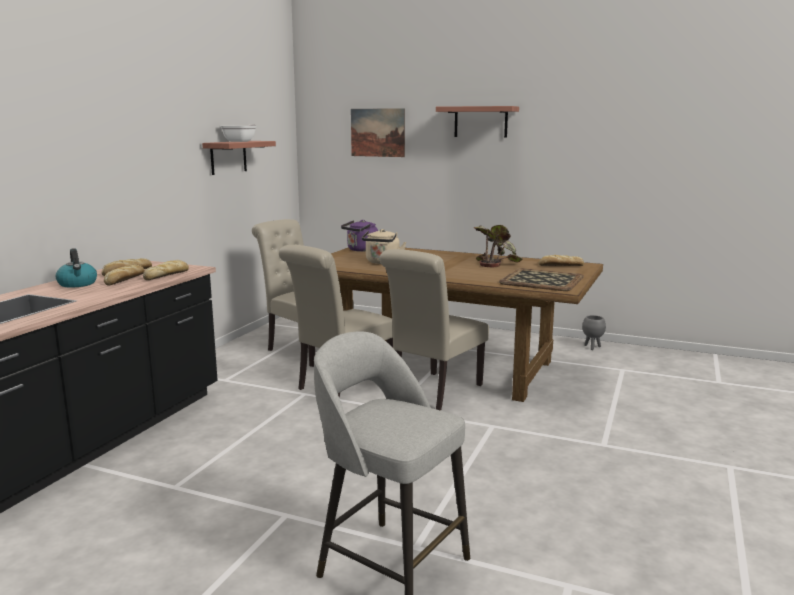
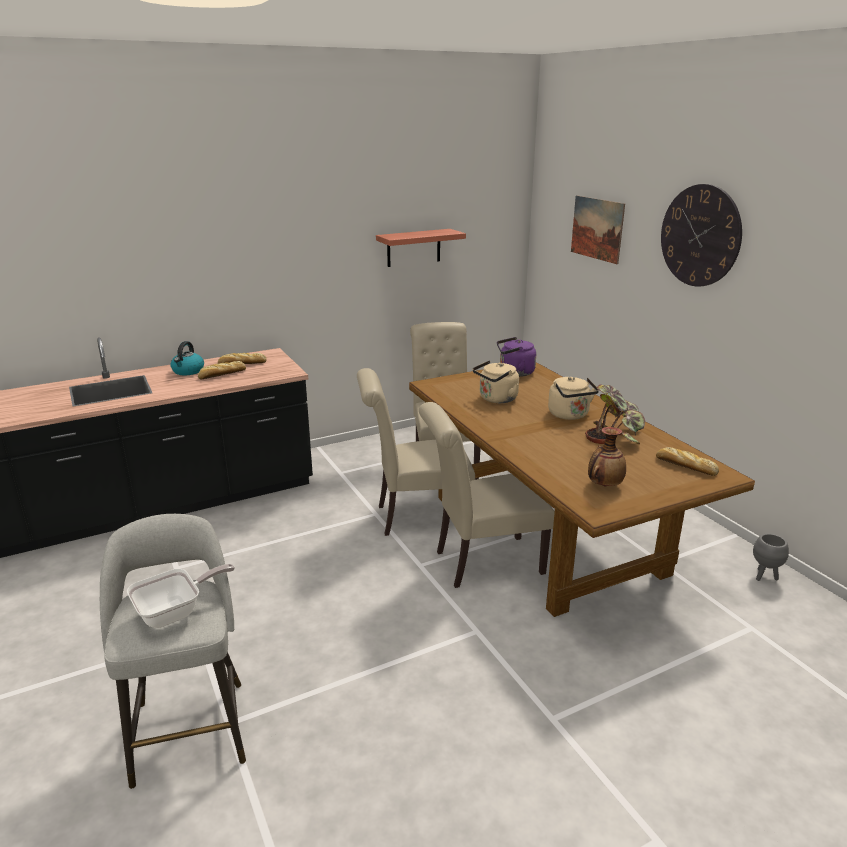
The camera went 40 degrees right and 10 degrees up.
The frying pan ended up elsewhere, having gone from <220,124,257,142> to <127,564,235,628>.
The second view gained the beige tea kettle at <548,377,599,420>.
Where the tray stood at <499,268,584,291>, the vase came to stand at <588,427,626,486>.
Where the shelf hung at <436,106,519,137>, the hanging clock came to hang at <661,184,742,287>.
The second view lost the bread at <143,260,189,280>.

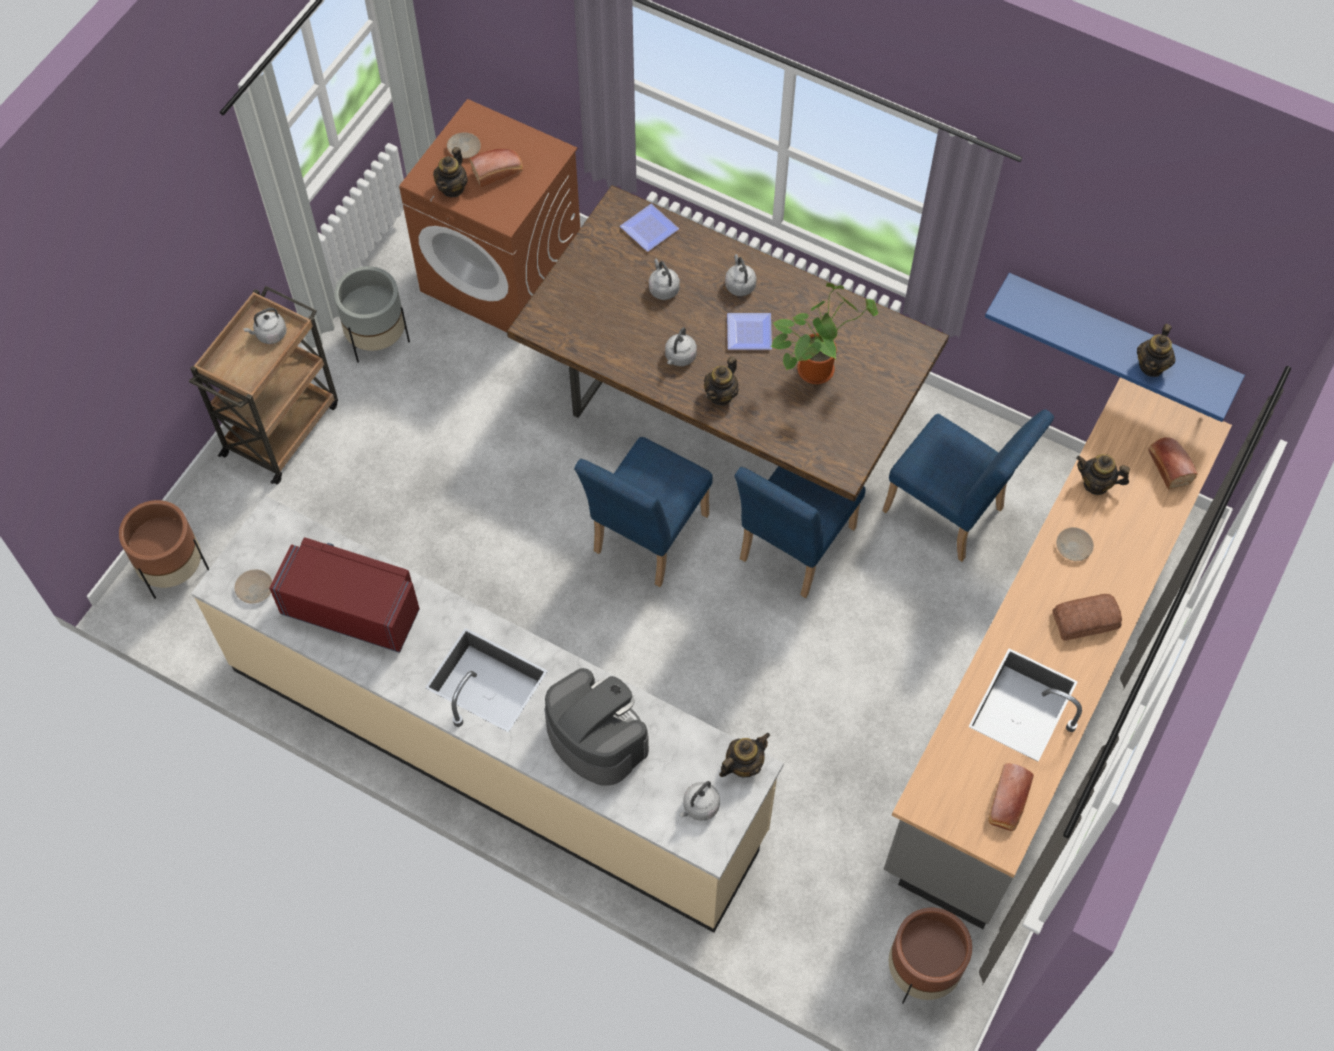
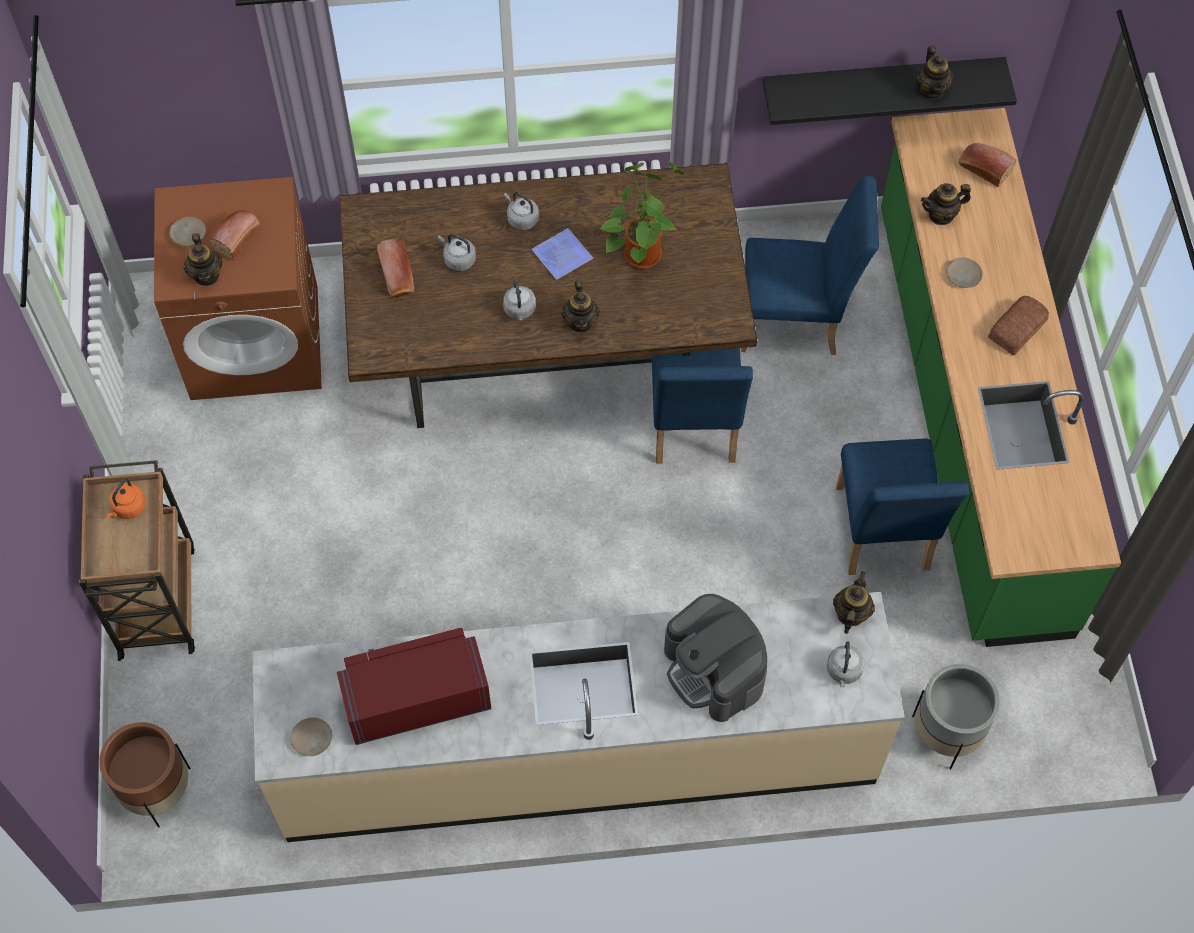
The camera went 35 degrees left and 0 degrees up.
What was the greyish tea kettle at <243,308,287,344> turned into the orange-coloured tea kettle at <106,479,146,519>.
The bread ended up elsewhere, having gone from <988,763,1034,831> to <377,239,414,298>.
The coffee brewer at <545,668,649,786> ended up facing another way, 135 degrees counterclockwise from before.
What was the blue-coloured shelf at <985,273,1245,422> turned into the black shelf at <763,57,1017,125>.
The blue-coloured upright chair ended up elsewhere, having gone from <574,437,713,587> to <836,438,969,575>.
What was the greyish kitchen counter at <884,377,1232,929> turned into the greenish kitchen counter at <881,108,1121,647>.
The greyish planter ended up elsewhere, having gone from <334,266,410,363> to <912,664,1000,769>.
The second view lost the dinner plate at <620,204,679,252>.
The second view lost the brown-coloured planter at <888,908,972,1004>.

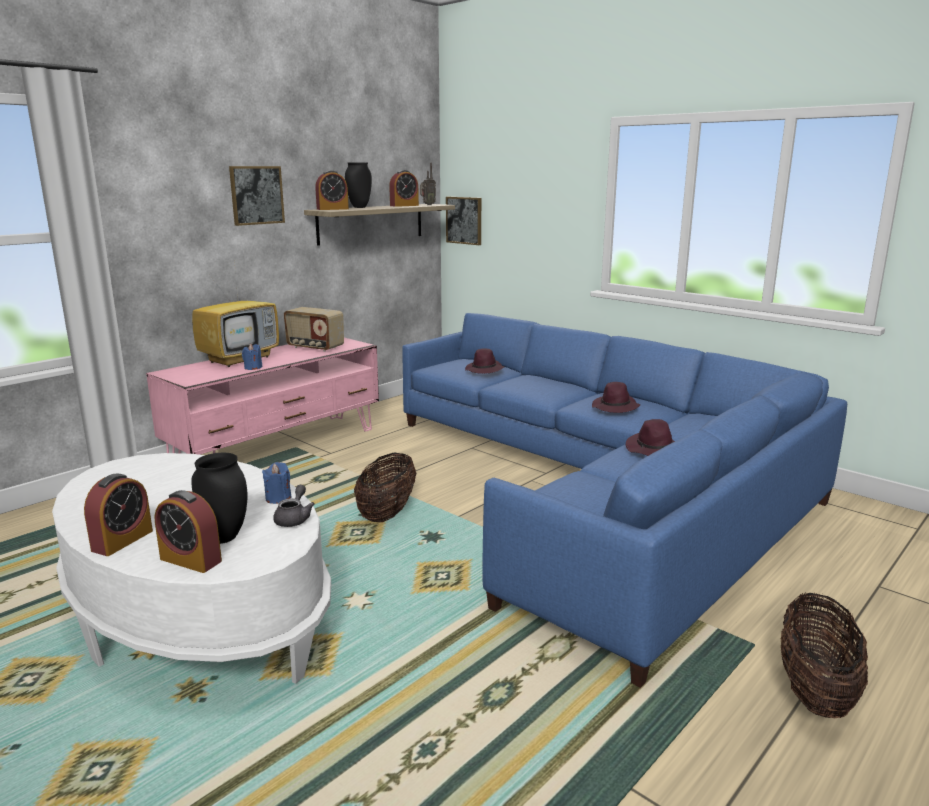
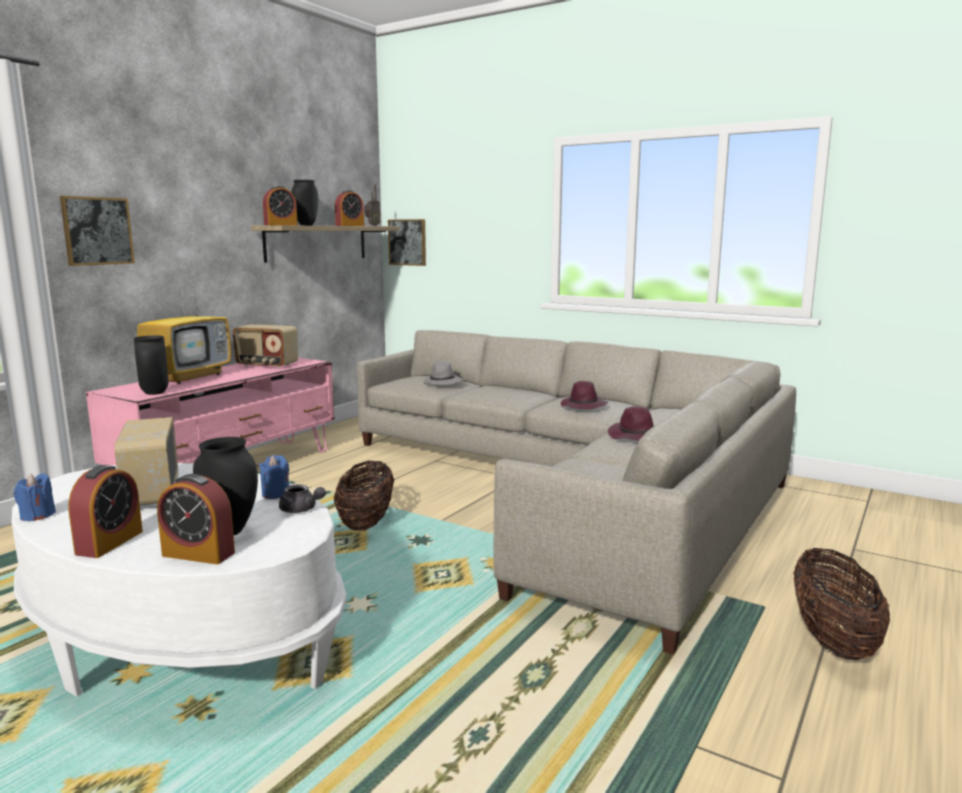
The camera went 10 degrees left and 5 degrees down.
The blue-coloured wax light ended up elsewhere, having gone from <242,344,262,370> to <14,473,56,521>.
The picture ended up elsewhere, having gone from <229,166,285,226> to <60,196,135,266>.
The second view gained the radio at <115,417,178,505>.
The second view gained the black vase at <134,336,169,395>.
The greyish pot for tea at <273,485,315,527> ended up facing another way, 120 degrees clockwise from before.
What was the blue-coloured couch at <402,313,847,688> turned into the greyish couch at <357,330,796,655>.
What was the purple-coloured wearable hat at <465,348,504,374> turned into the greyish wearable hat at <423,361,463,385>.

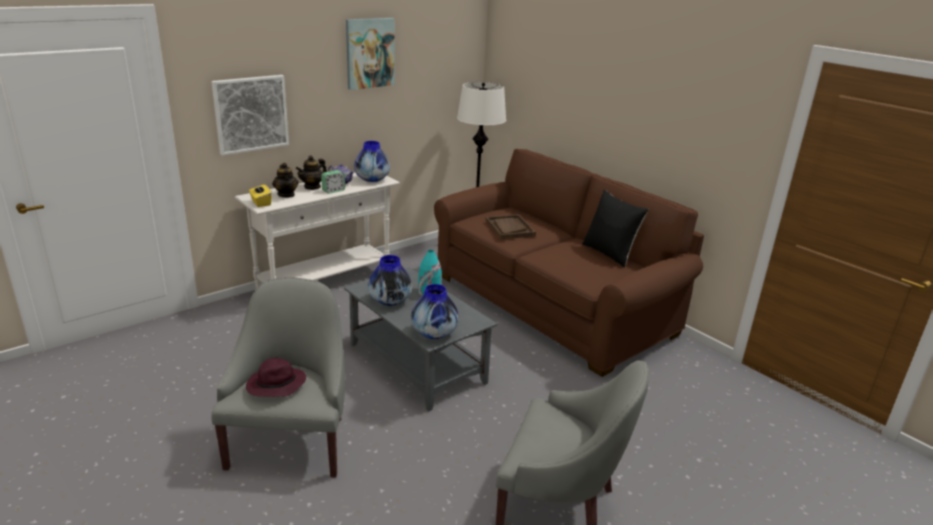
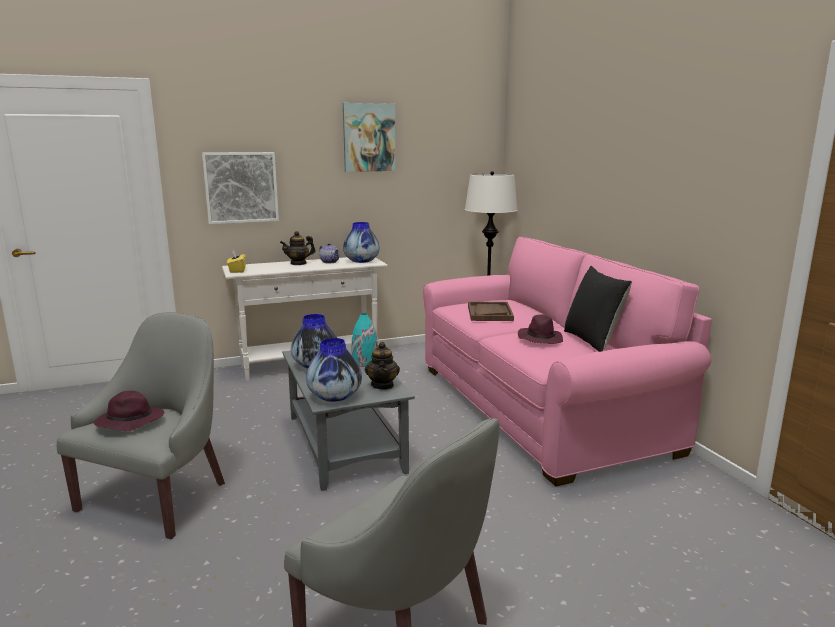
The camera went 20 degrees right and 10 degrees down.
The pot for tea ended up elsewhere, having gone from <272,163,299,198> to <365,342,400,390>.
What was the brown-coloured couch at <434,149,704,377> turned into the pink-coloured couch at <423,237,712,486>.
The second view gained the purple-coloured wearable hat at <518,314,563,344>.
The second view lost the alarm clock at <321,170,345,194>.

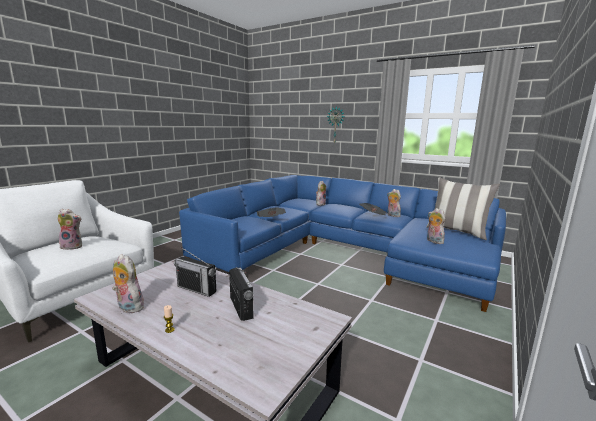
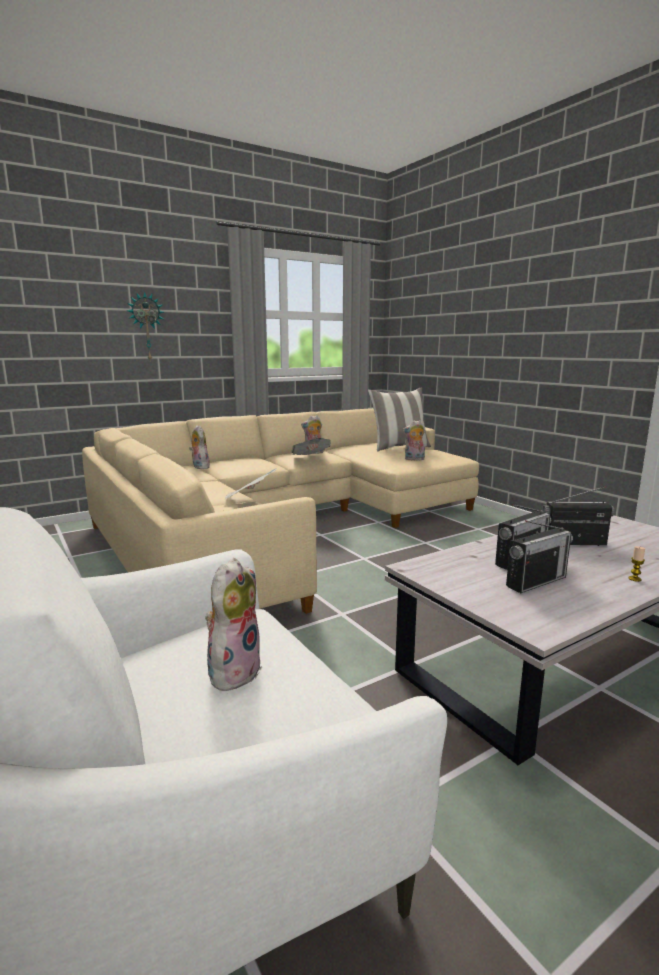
The camera went 65 degrees left and 0 degrees up.
What was the blue-coloured couch at <179,175,506,312> turned into the beige couch at <82,408,479,614>.
The second view gained the radio at <506,520,573,593>.
The second view lost the plush toy at <112,254,146,313>.

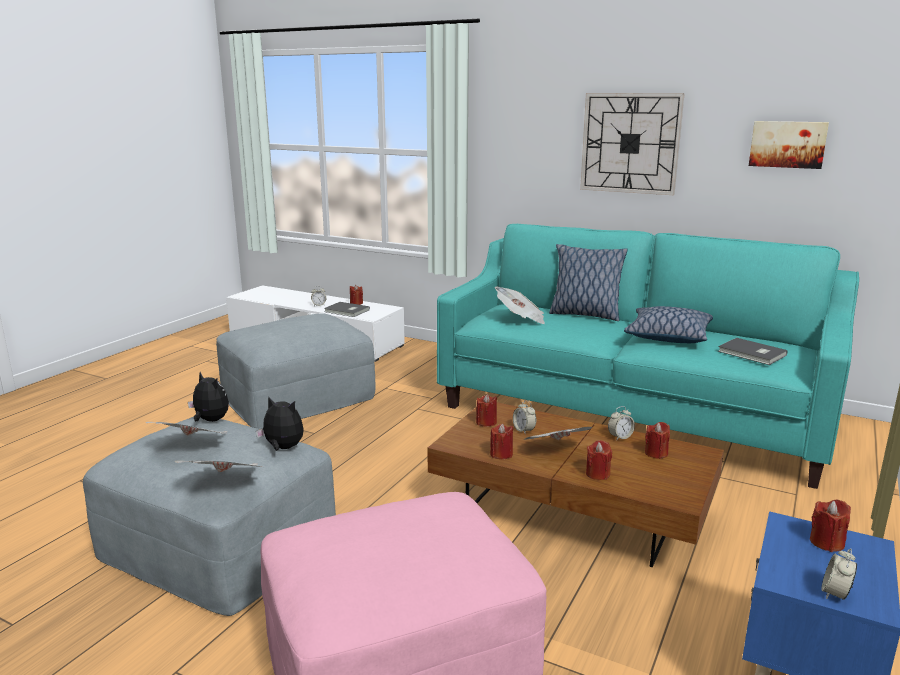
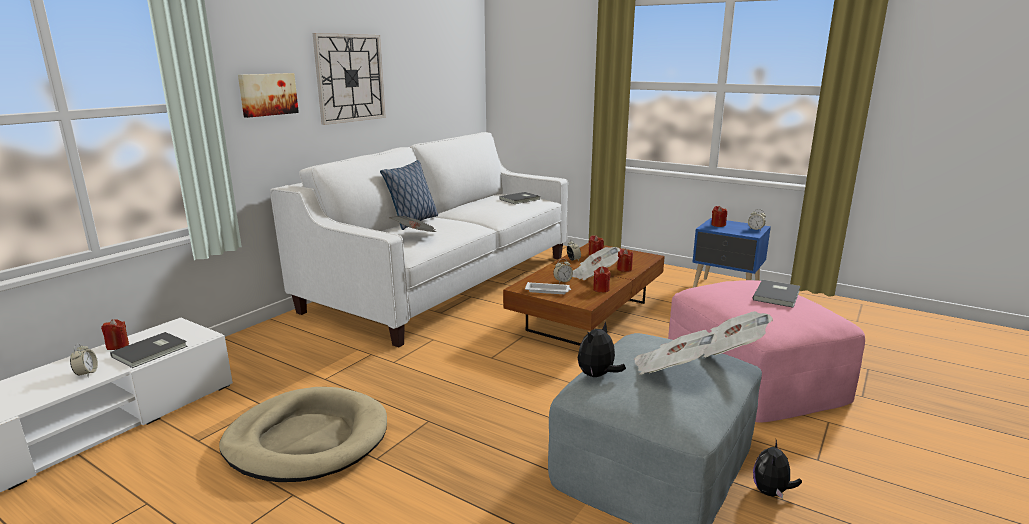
The camera went 85 degrees left and 0 degrees up.
Where the greyish pouffe stood at <216,314,376,429>, the beige pet bed came to stand at <219,387,387,482>.
The picture ended up elsewhere, having gone from <749,121,829,169> to <238,73,299,118>.
What was the turquoise couch at <437,224,859,489> turned into the white couch at <270,132,568,347>.
Where the red wax light stood at <476,394,497,427>, the white tray came to stand at <525,282,571,294>.
The second view gained the greyish volume at <753,280,800,308>.
The plush toy ended up elsewhere, having gone from <256,396,304,451> to <753,440,802,499>.
The second view lost the pillow at <624,306,713,343>.

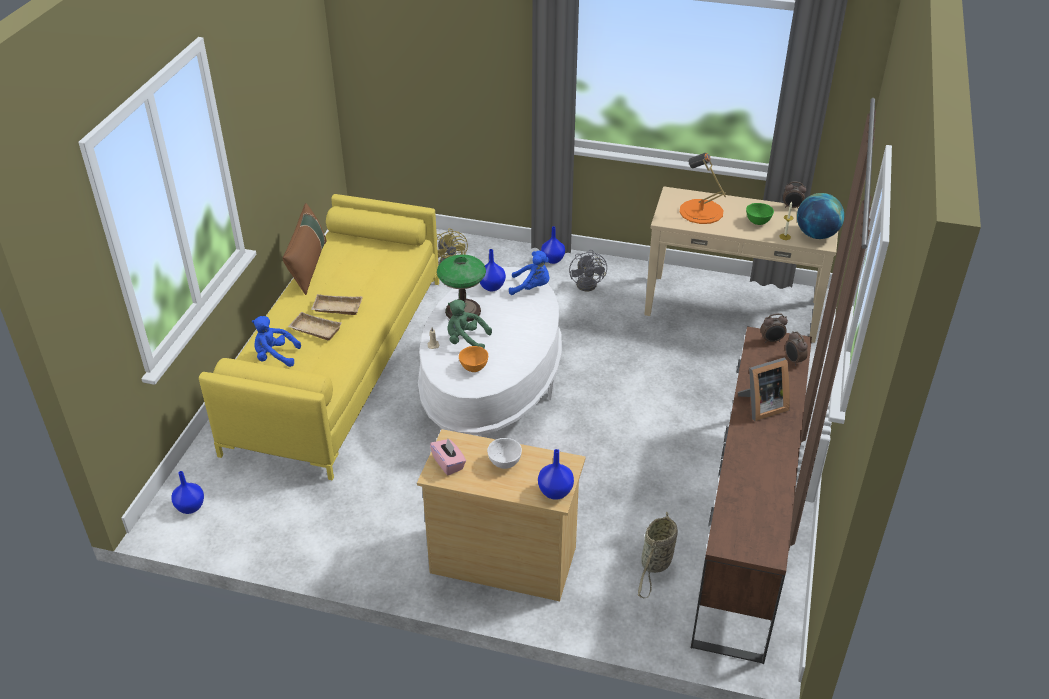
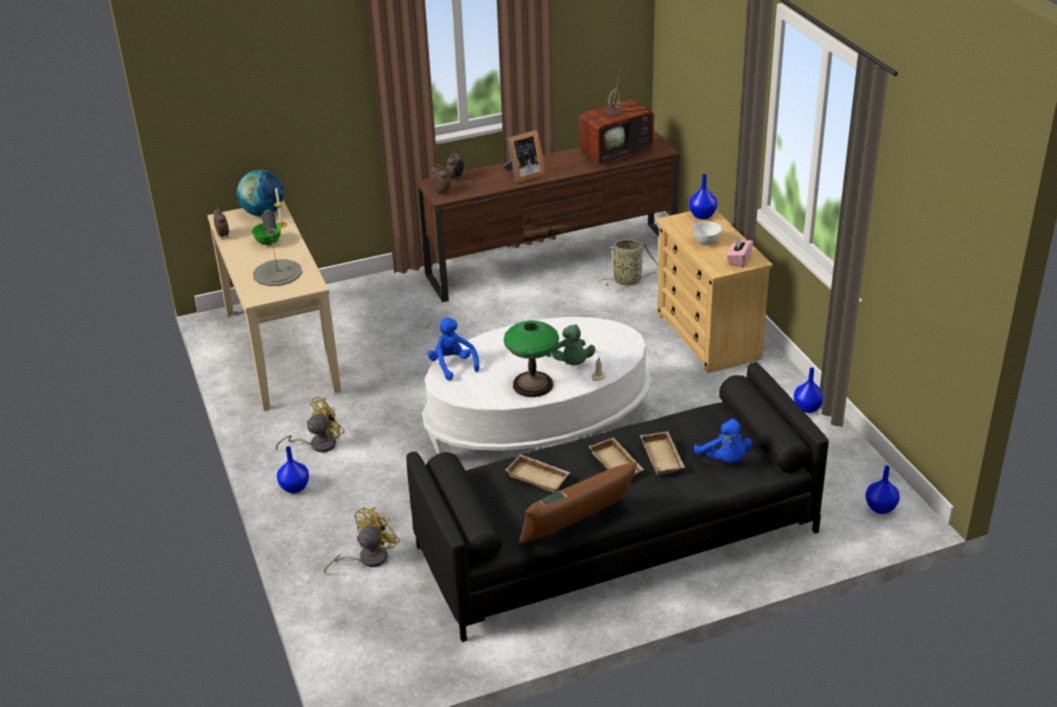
The camera went 125 degrees left and 5 degrees down.
What was the orange-coloured table lamp at <679,153,726,224> turned into the greyish table lamp at <253,210,302,286>.
What was the greyish fan at <569,249,607,291> turned into the yellow fan at <276,397,345,452>.
What was the yellow couch at <199,194,439,480> turned into the black couch at <406,362,829,642>.
The standing frame at <738,358,790,421> ended up facing another way, 120 degrees clockwise from before.
The second view gained the beige tray at <506,454,570,493>.
The second view gained the television at <580,68,654,166>.
The blue-coloured vase ended up elsewhere, having gone from <480,249,506,291> to <794,367,823,413>.
The second view lost the orange-coloured deep dish at <459,346,488,372>.

